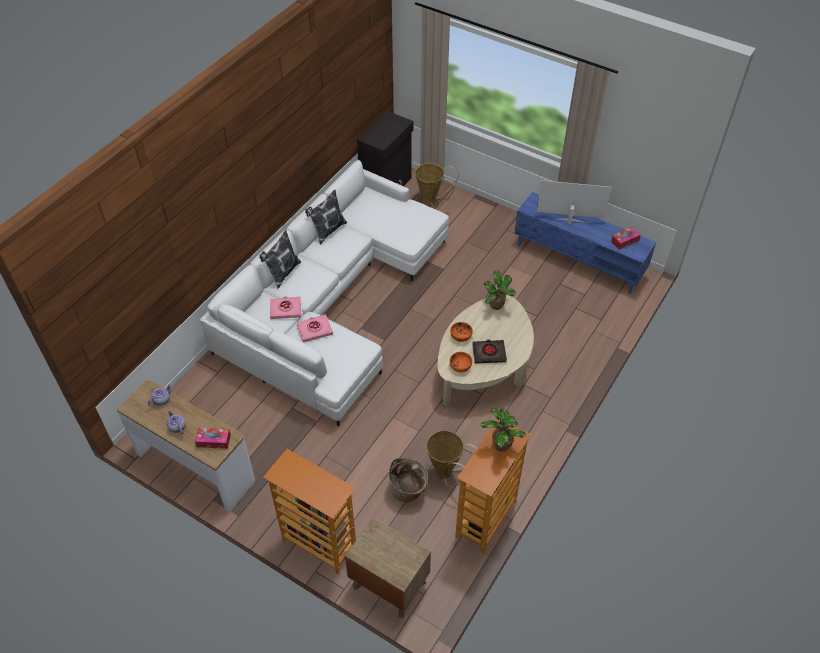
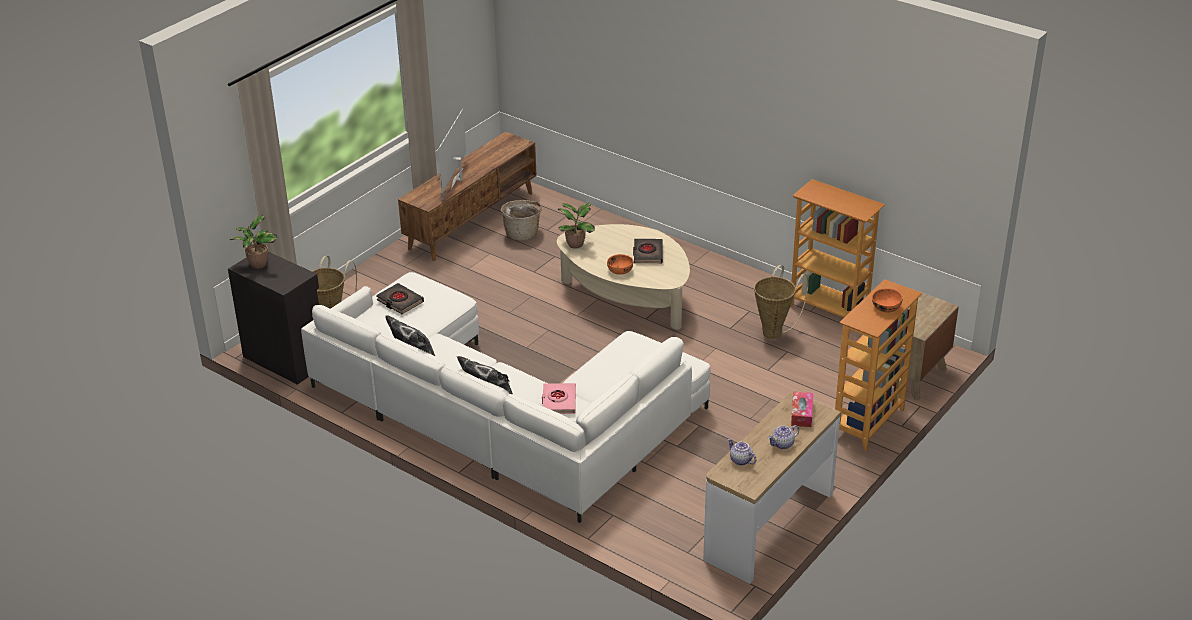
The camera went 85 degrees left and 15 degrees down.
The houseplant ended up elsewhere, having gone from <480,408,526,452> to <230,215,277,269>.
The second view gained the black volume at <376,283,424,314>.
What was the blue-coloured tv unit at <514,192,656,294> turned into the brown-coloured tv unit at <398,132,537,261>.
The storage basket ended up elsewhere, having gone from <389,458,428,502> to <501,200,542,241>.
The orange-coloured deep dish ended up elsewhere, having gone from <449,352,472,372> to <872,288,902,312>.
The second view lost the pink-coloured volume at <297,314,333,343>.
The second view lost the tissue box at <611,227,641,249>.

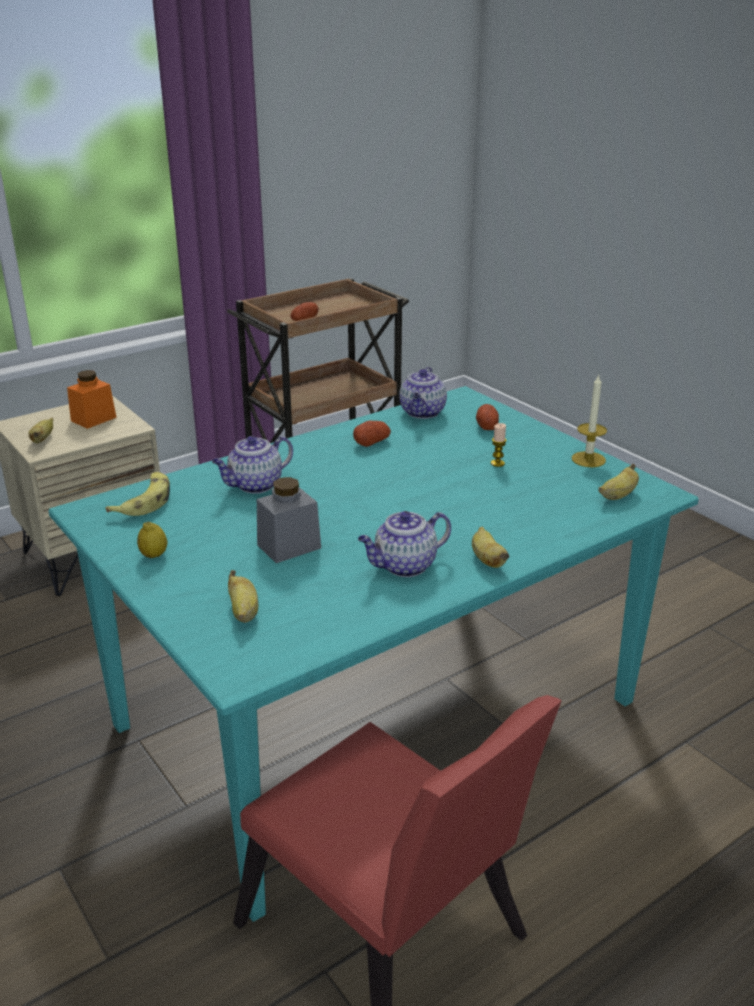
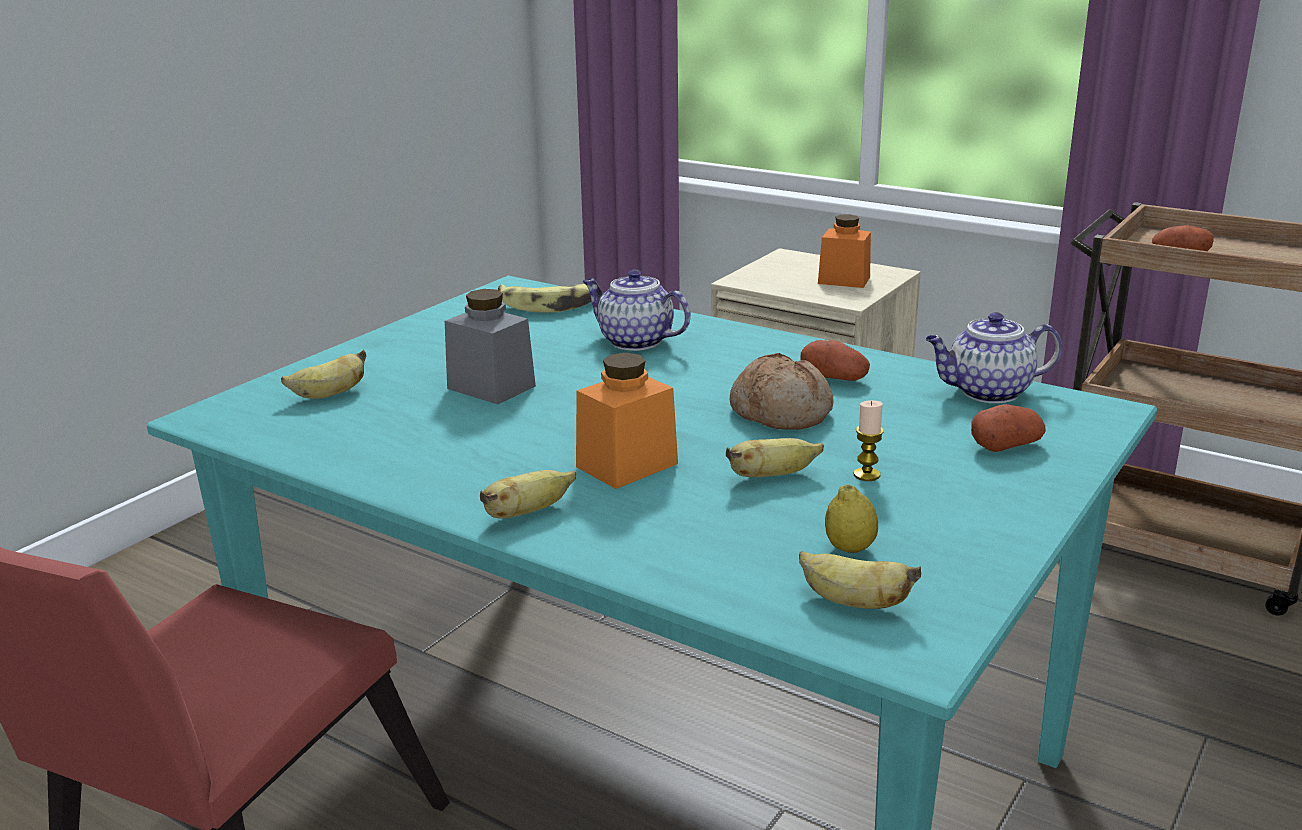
The camera went 70 degrees right and 5 degrees down.
The second view gained the orange-coloured jar at <576,353,678,489>.
The banana fruit ended up elsewhere, having gone from <28,418,53,443> to <726,438,824,477>.
The second view gained the bread at <730,353,834,430>.
The citrus fruit ended up elsewhere, having gone from <137,522,167,558> to <825,484,878,553>.
The second view lost the pot for tea at <358,511,451,577>.
The second view lost the wax light at <572,374,607,467>.

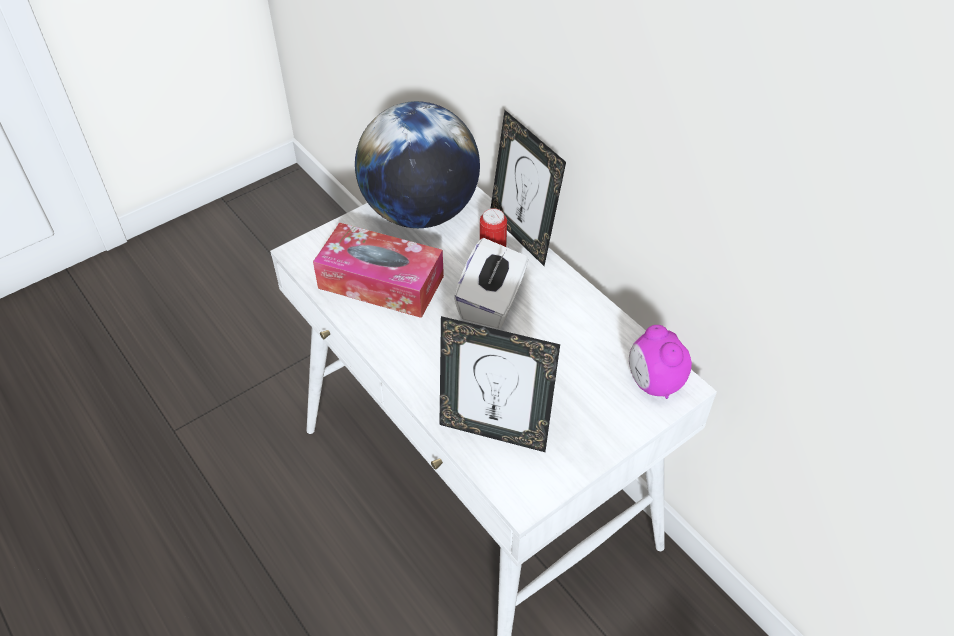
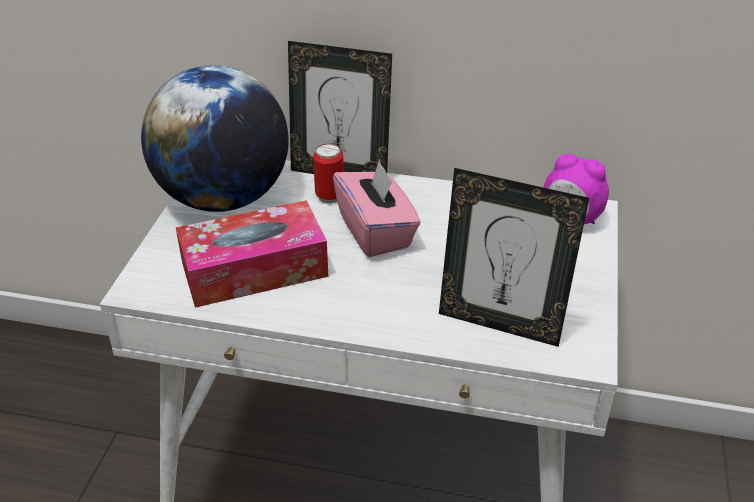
The camera went 40 degrees left and 10 degrees down.
What was the white tissue box at <454,238,528,329> turned into the pink-coloured tissue box at <333,159,420,258>.
The standing frame at <439,316,560,452> ended up facing another way, 45 degrees clockwise from before.

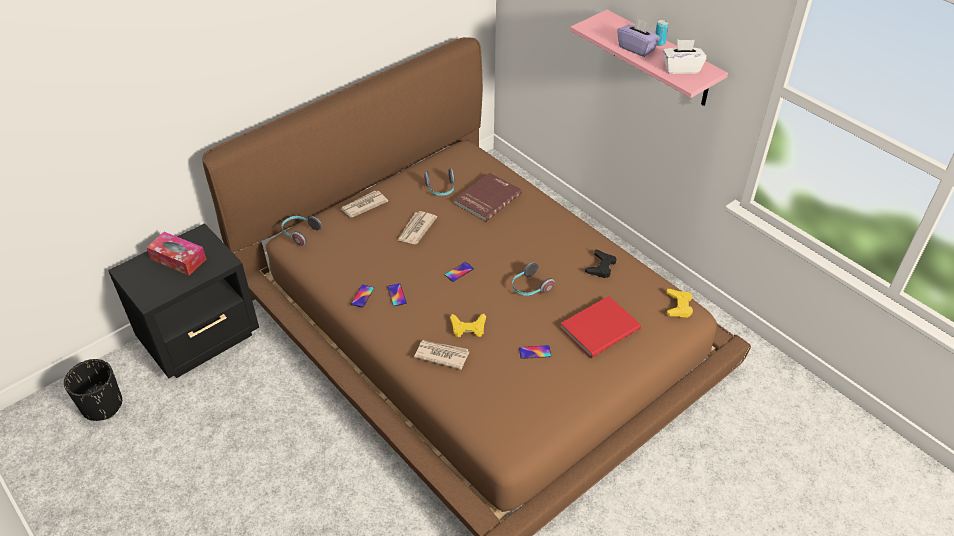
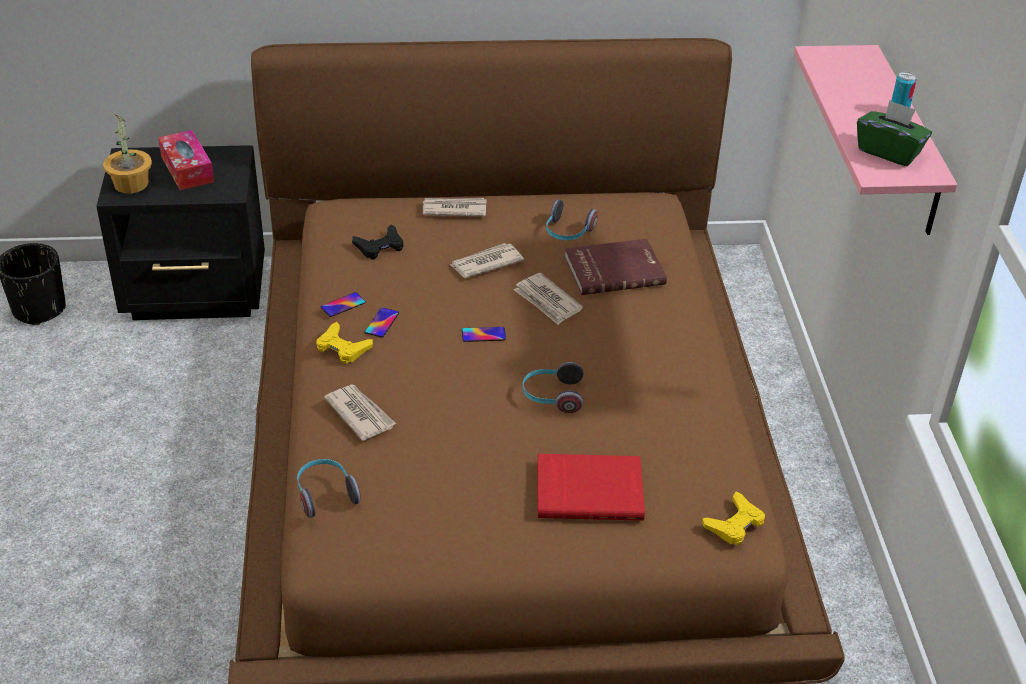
The camera went 35 degrees right and 5 degrees down.
The second view gained the houseplant at <103,115,152,193>.
The headphones ended up elsewhere, having gone from <282,216,322,246> to <297,459,361,518>.
The yellow game controller ended up elsewhere, having gone from <450,314,486,337> to <316,322,373,364>.
The black game controller ended up elsewhere, having gone from <585,249,616,278> to <352,225,403,260>.
The second view gained the newspaper at <514,273,583,325>.
What was the white tissue box at <663,39,707,74> turned into the greenish tissue box at <857,100,932,166>.
The second view lost the handset at <519,345,551,359>.
The second view lost the purple-coloured tissue box at <617,18,660,57>.

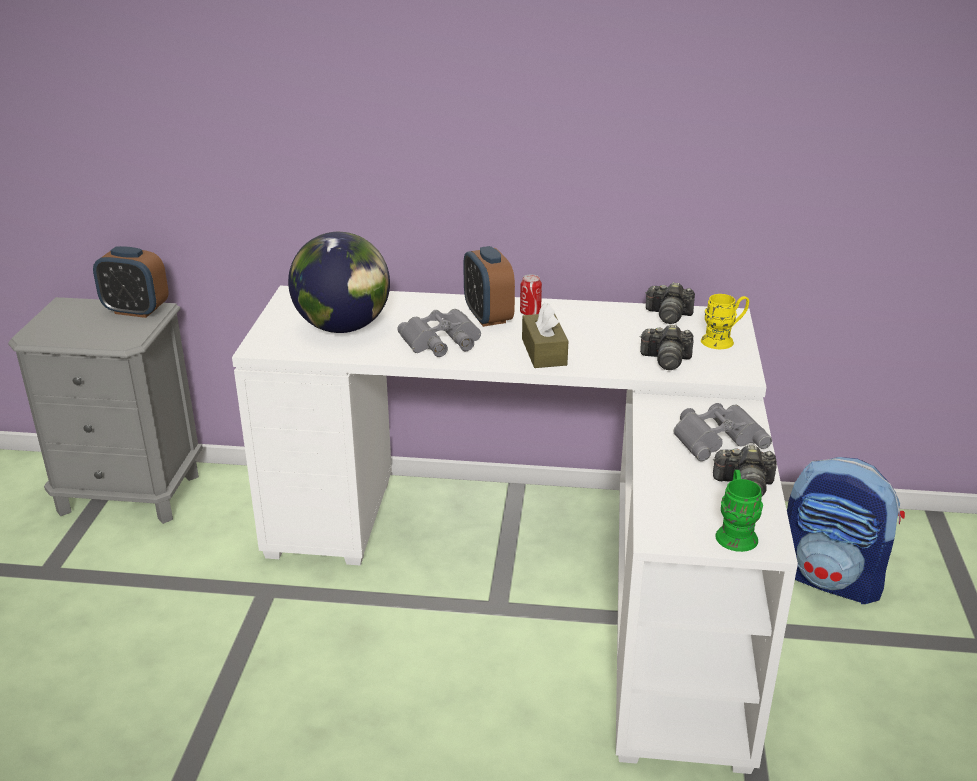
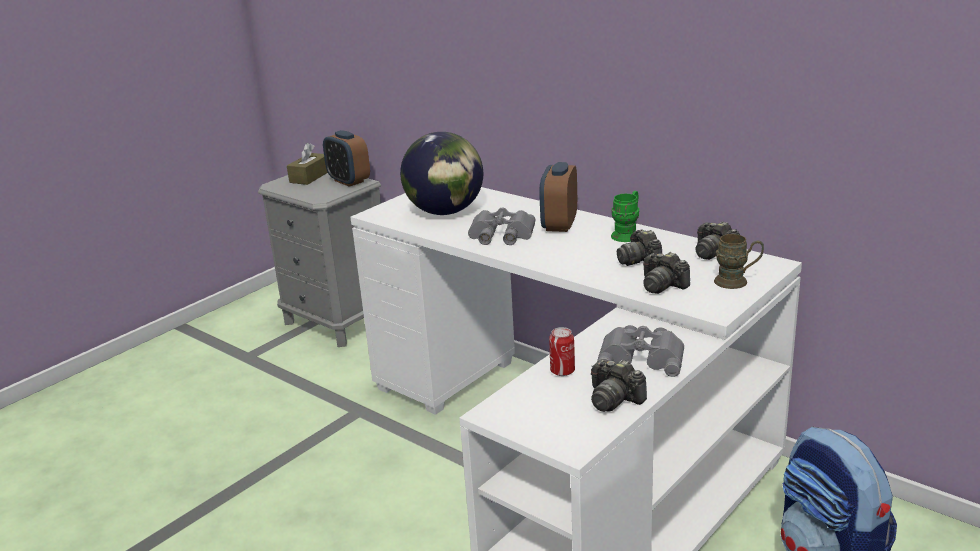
The camera went 35 degrees right and 5 degrees down.
The brown-coloured tissue box ended up elsewhere, having gone from <522,302,568,368> to <287,143,328,185>.
The can ended up elsewhere, having gone from <520,275,542,315> to <549,327,575,376>.
The greenish mug ended up elsewhere, having gone from <715,470,763,552> to <611,191,639,242>.
The second view gained the still camera at <617,229,662,266>.
What was the yellow mug at <701,294,749,349> turned into the brown-coloured mug at <714,234,764,289>.

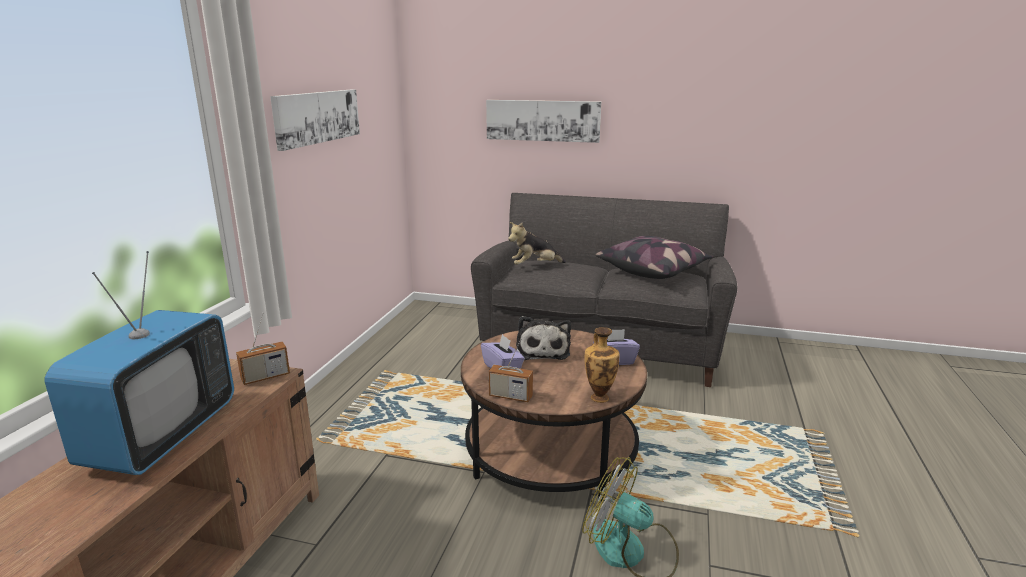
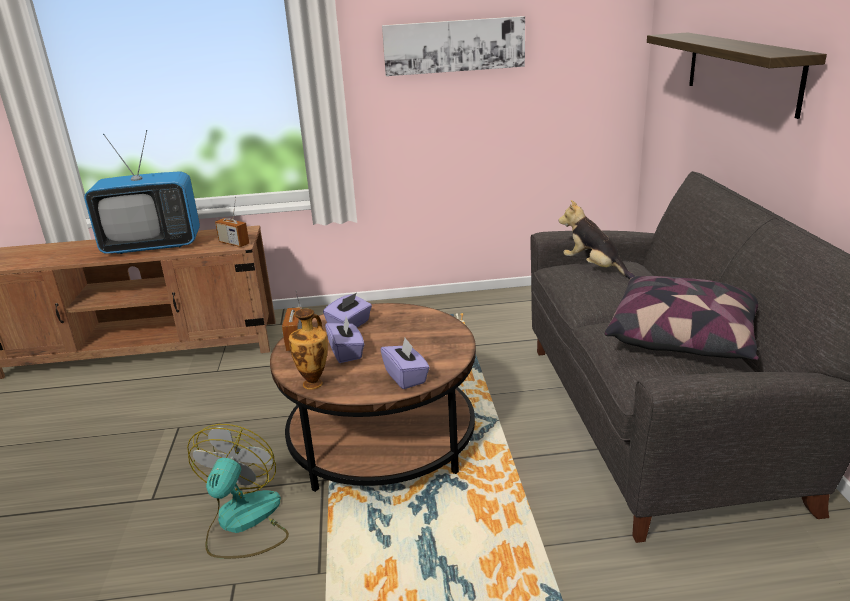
The camera went 70 degrees right and 5 degrees up.
The second view gained the purple-coloured tissue box at <325,317,364,363>.
Where the picture hung at <486,100,601,143>, the shelf came to hang at <647,32,827,119>.
The second view lost the plush toy at <516,316,571,360>.

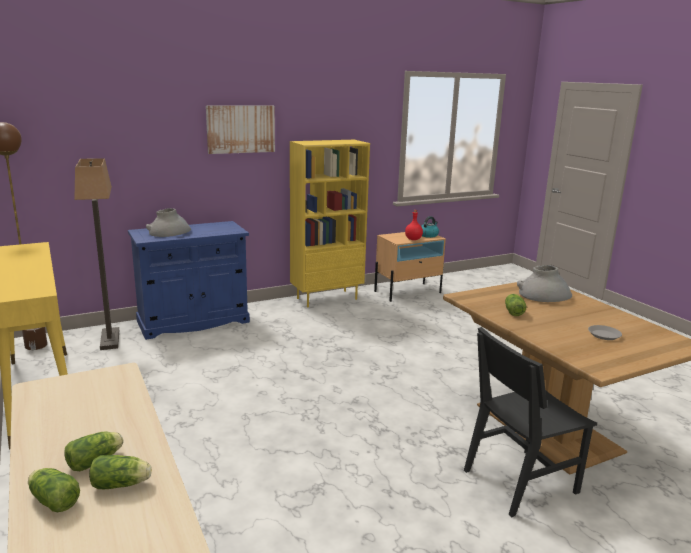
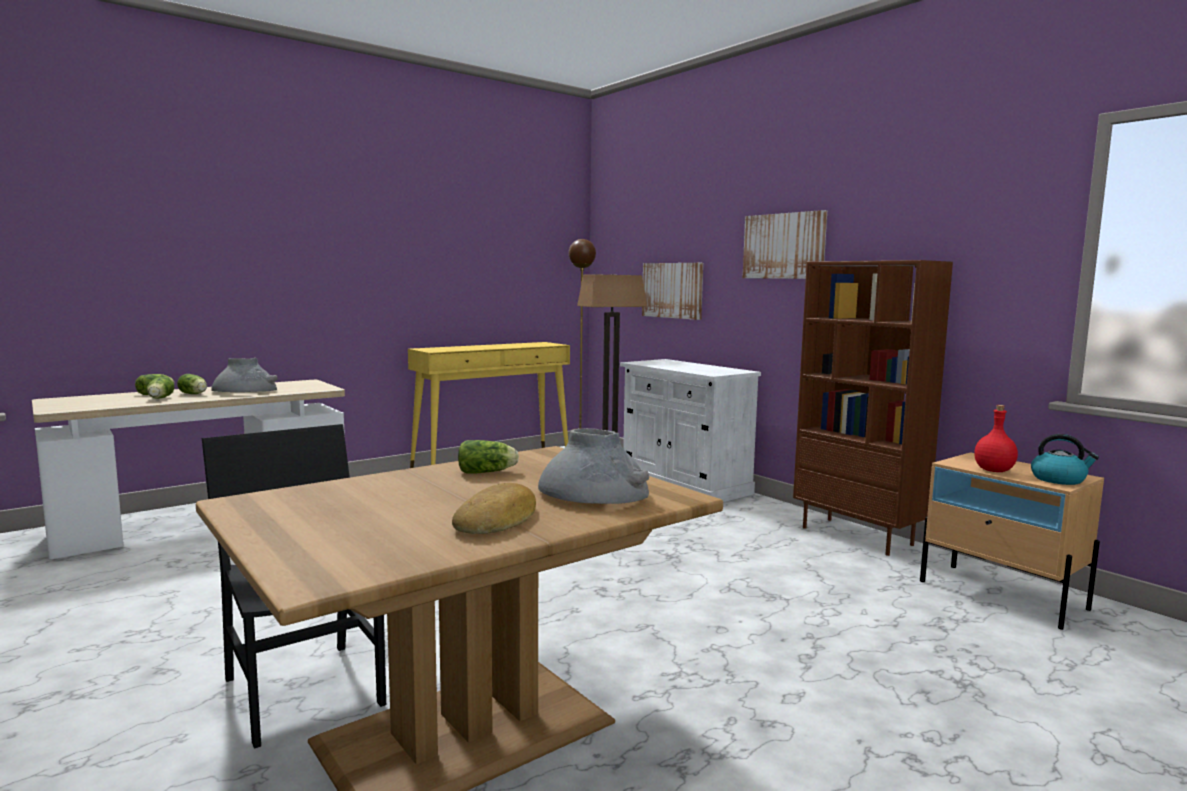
The camera went 80 degrees right and 10 degrees down.
The greyish vase ended up elsewhere, having gone from <146,208,191,237> to <211,358,277,392>.
The second view gained the bread at <452,483,536,534>.
What was the blue-coloured cupboard at <128,221,250,340> turned into the white cupboard at <620,359,761,502>.
The second view gained the picture at <642,263,703,320>.
What was the yellow bookshelf at <290,140,370,307> turned into the brown-coloured bookshelf at <793,260,953,556>.
The second view lost the greyish dinner plate at <588,325,622,340>.

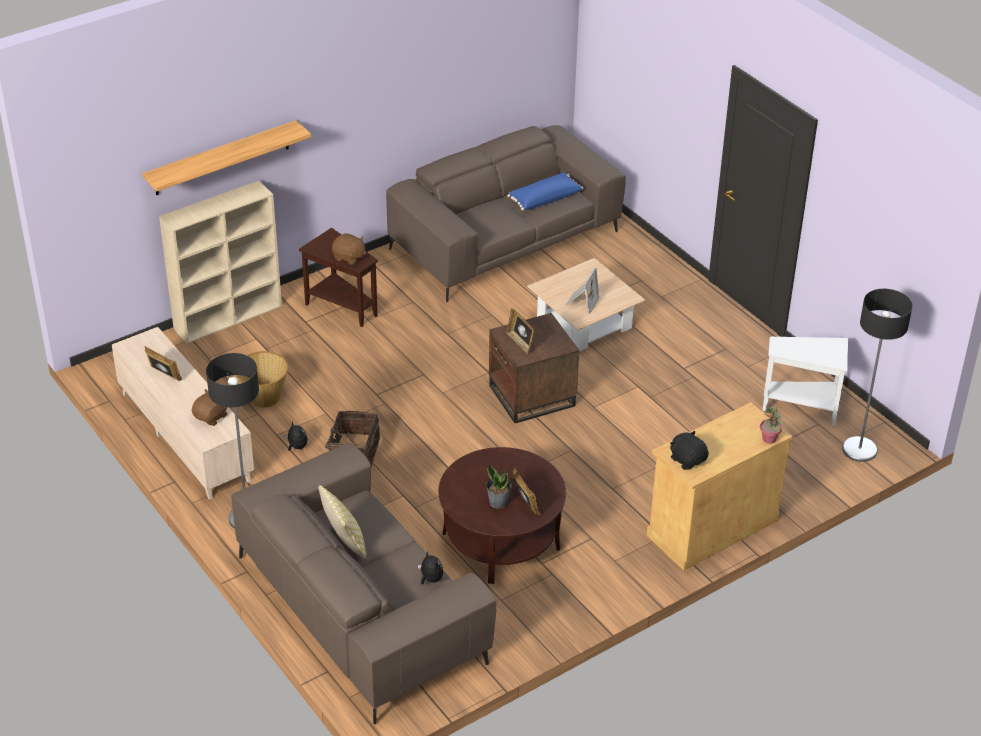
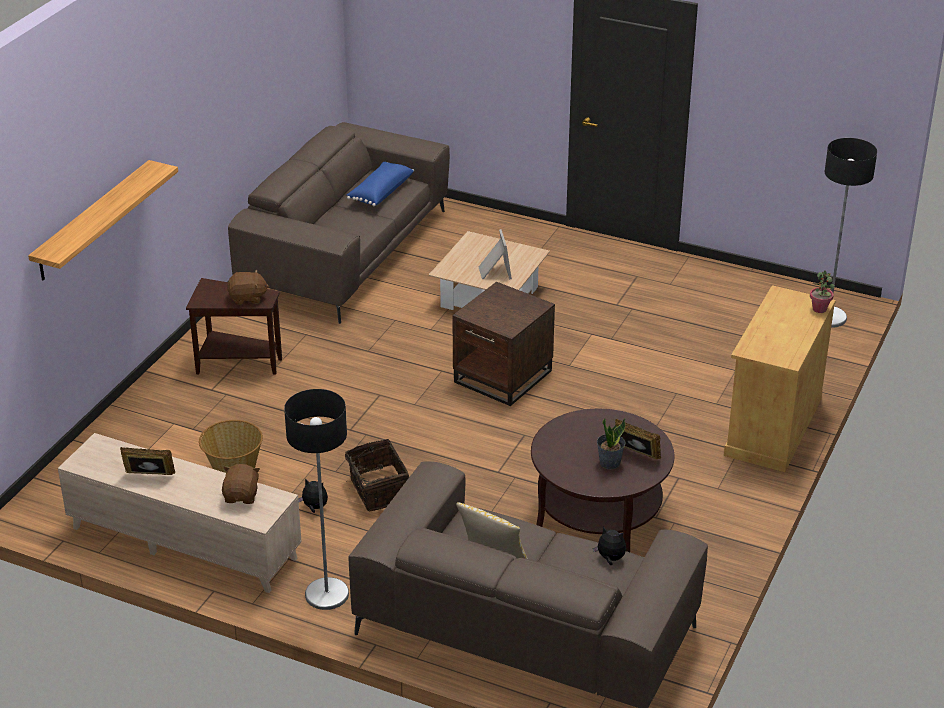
The camera went 30 degrees left and 5 degrees down.
The second view lost the beige bookshelf at <159,181,282,344>.
The second view lost the standing frame at <506,308,534,354>.
The second view lost the black plush toy at <670,431,709,470>.
The second view lost the white accent table at <763,337,848,426>.

